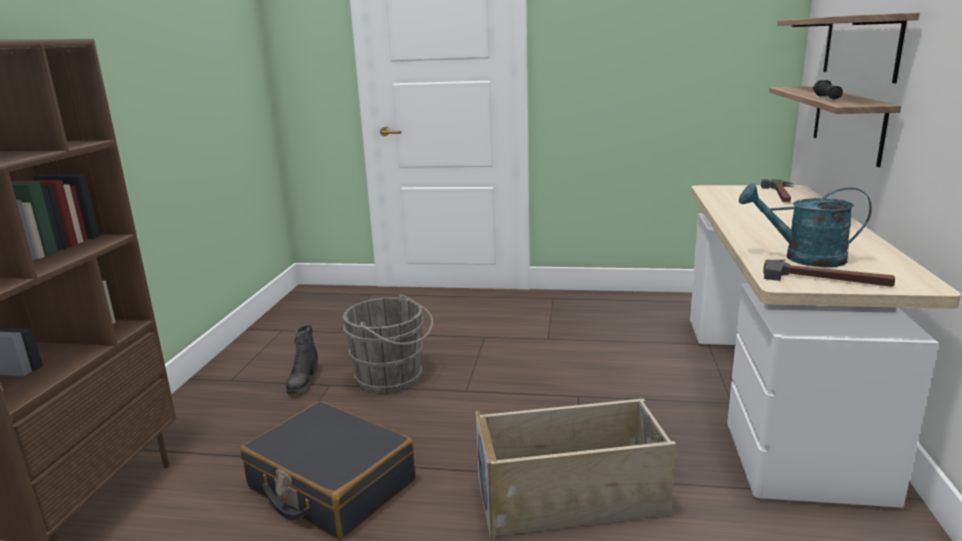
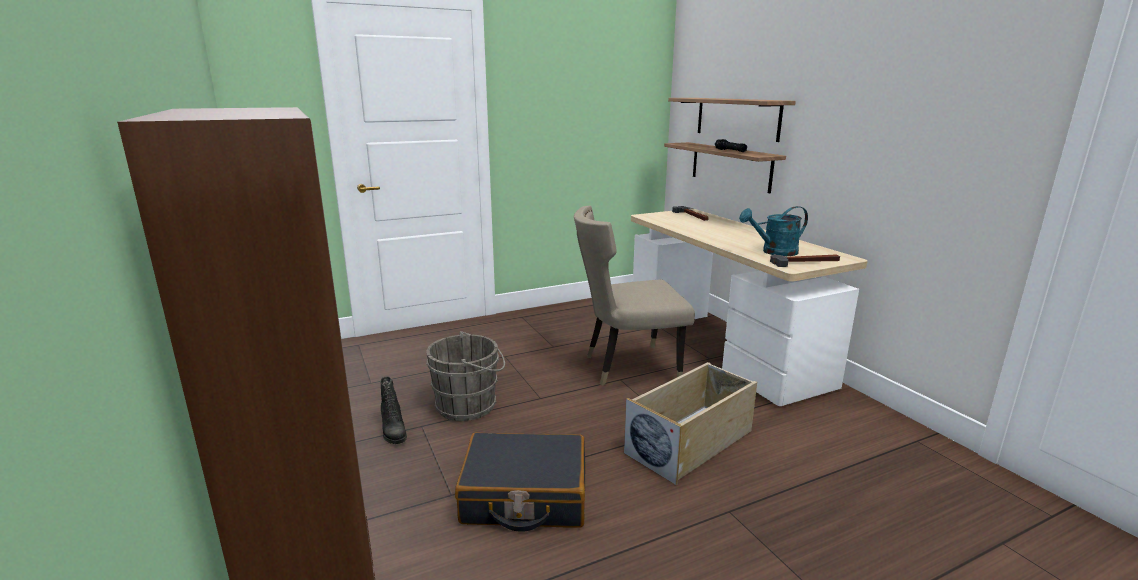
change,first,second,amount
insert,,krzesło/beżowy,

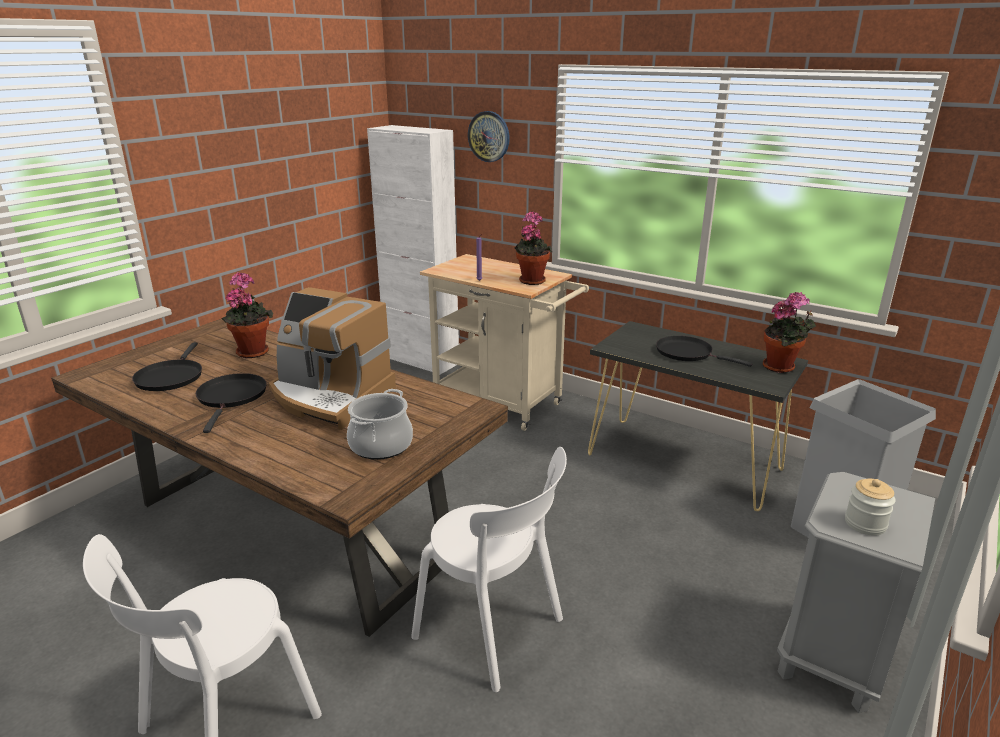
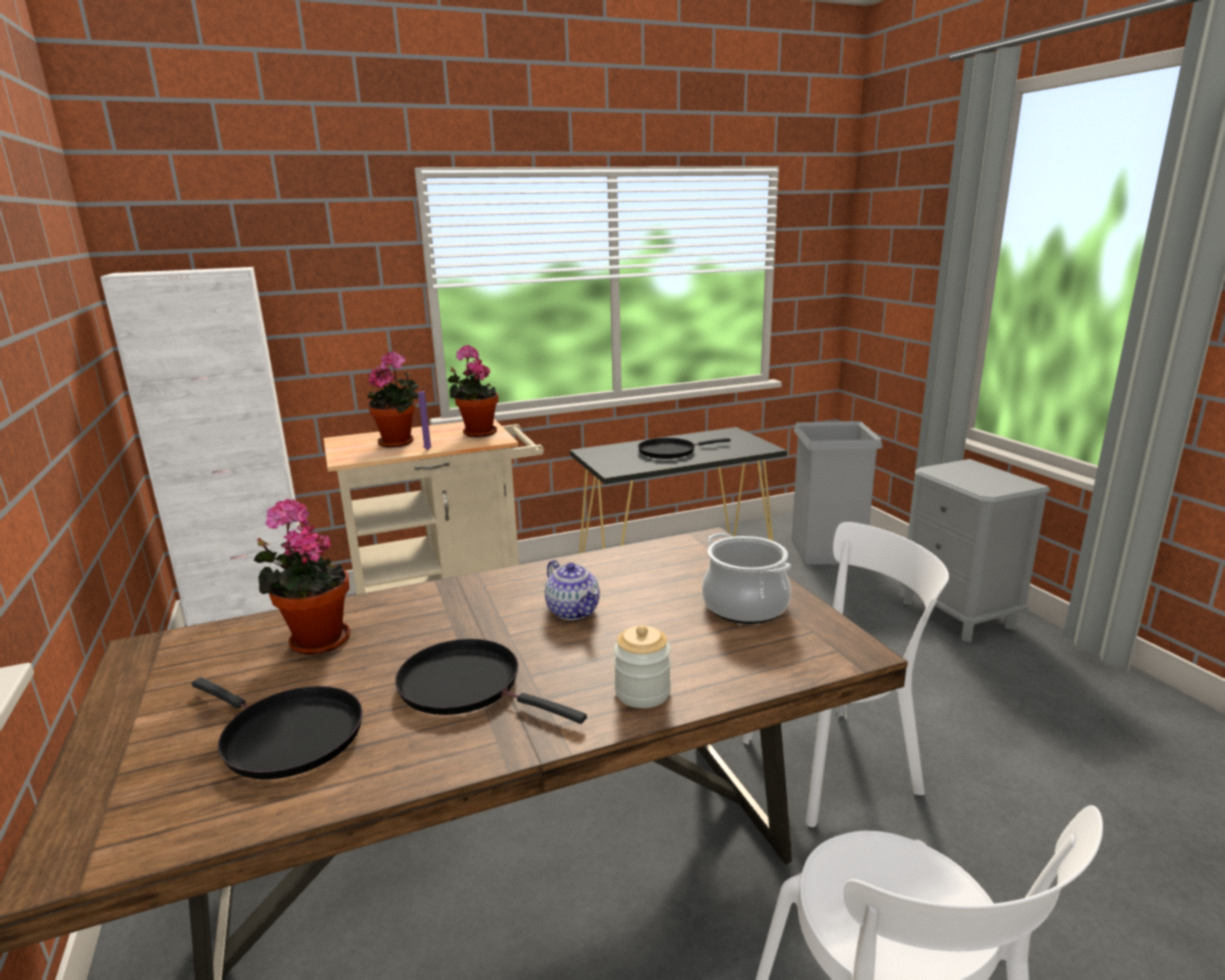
change,first,second,amount
delete,zegar ścienny,,
move,roślina doniczkowa (3rd from left in the first image),roślina doniczkowa (2nd from left),
move,słoik,,
replace,ekspres do kawy,imbryk,

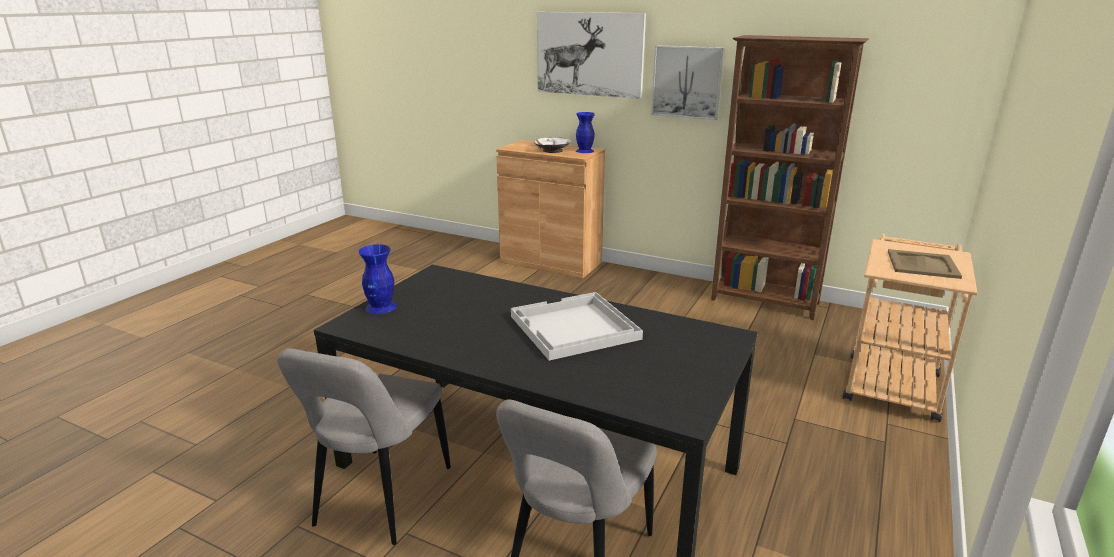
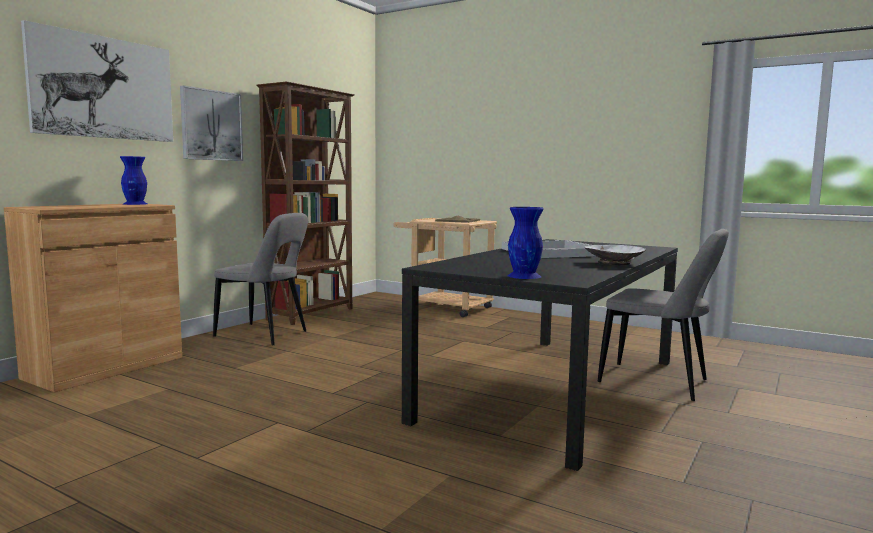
change,first,second,amount
move,krzesło/szary (1st from left),,
move,miska/biały,,

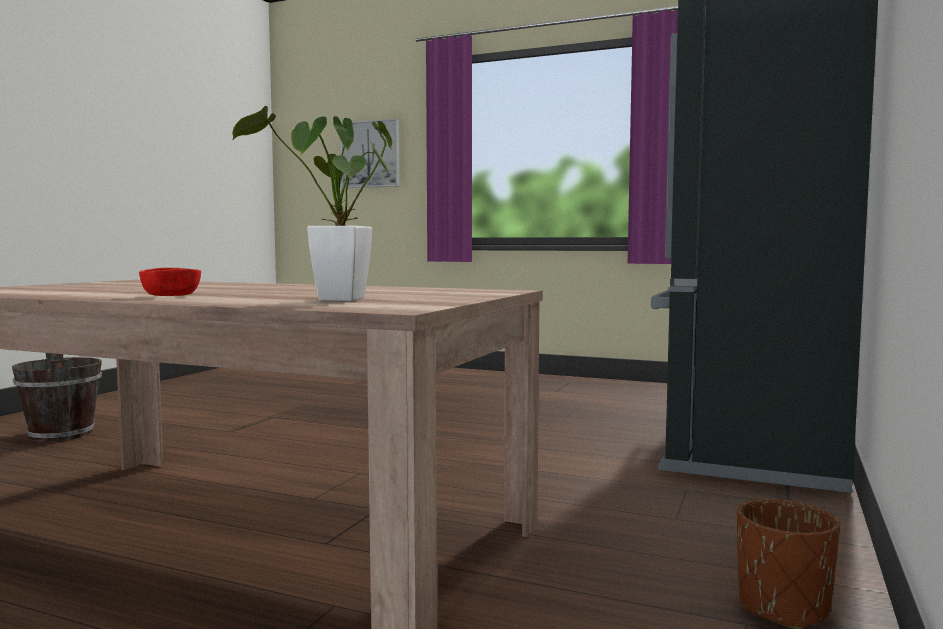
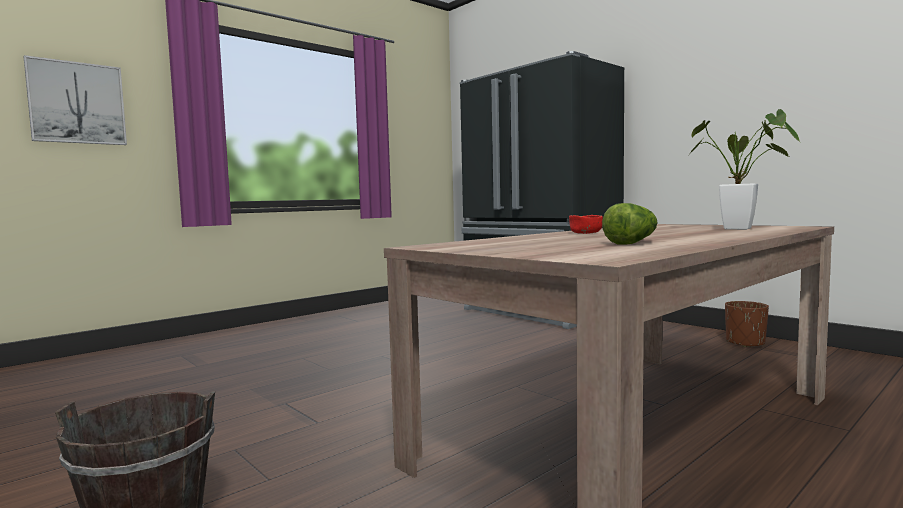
change,first,second,amount
insert,,sałata,
move,miska/czerwony,,

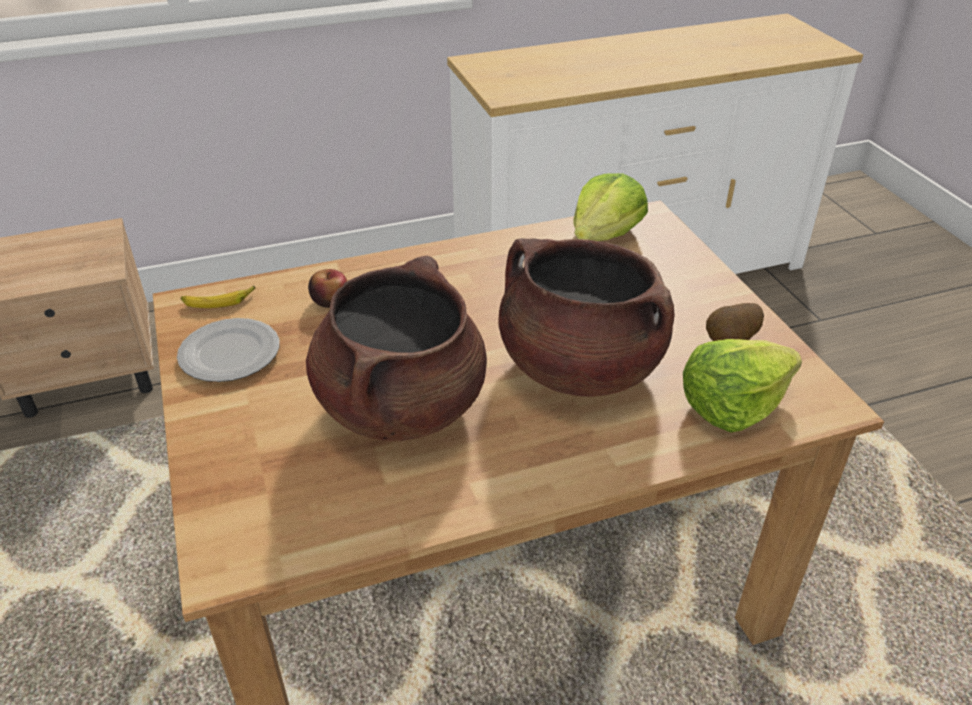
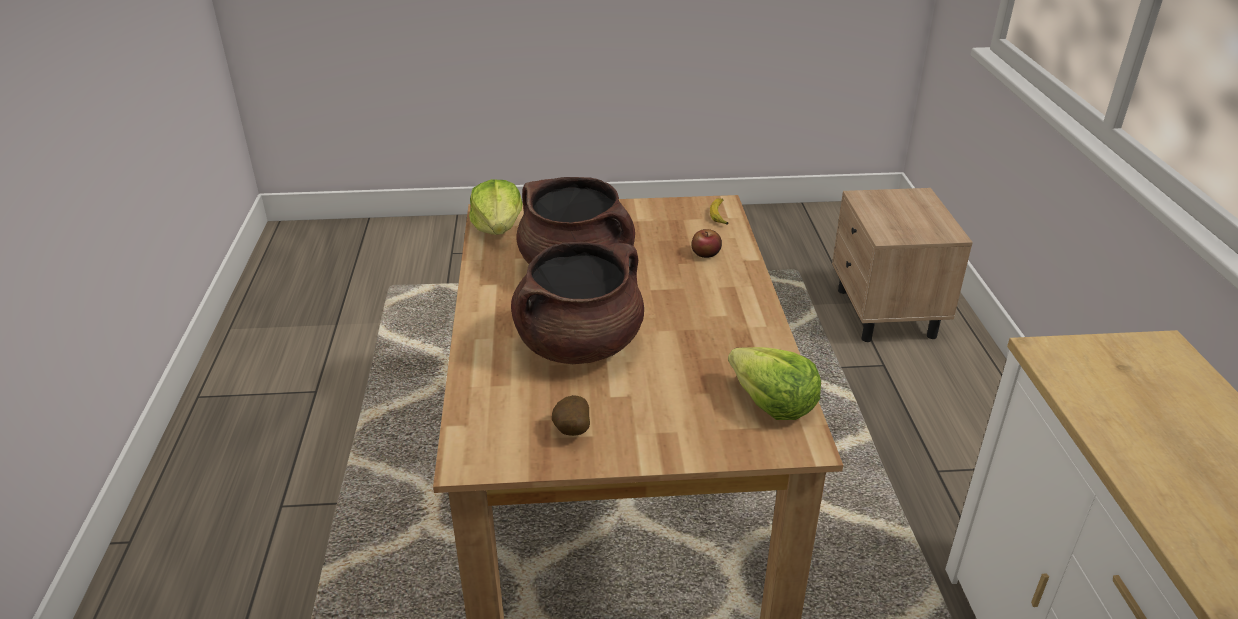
change,first,second,amount
delete,talerz,,
move,sałata (2nd from left in the first image),sałata (1st from left),

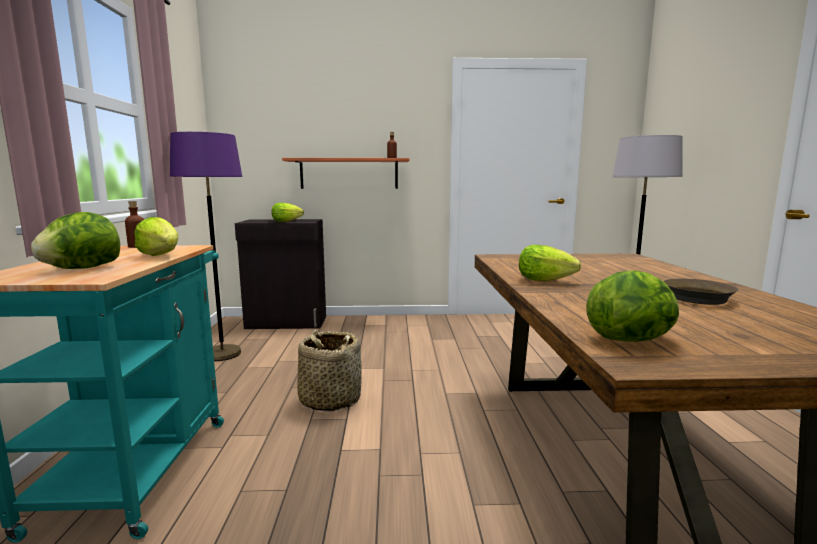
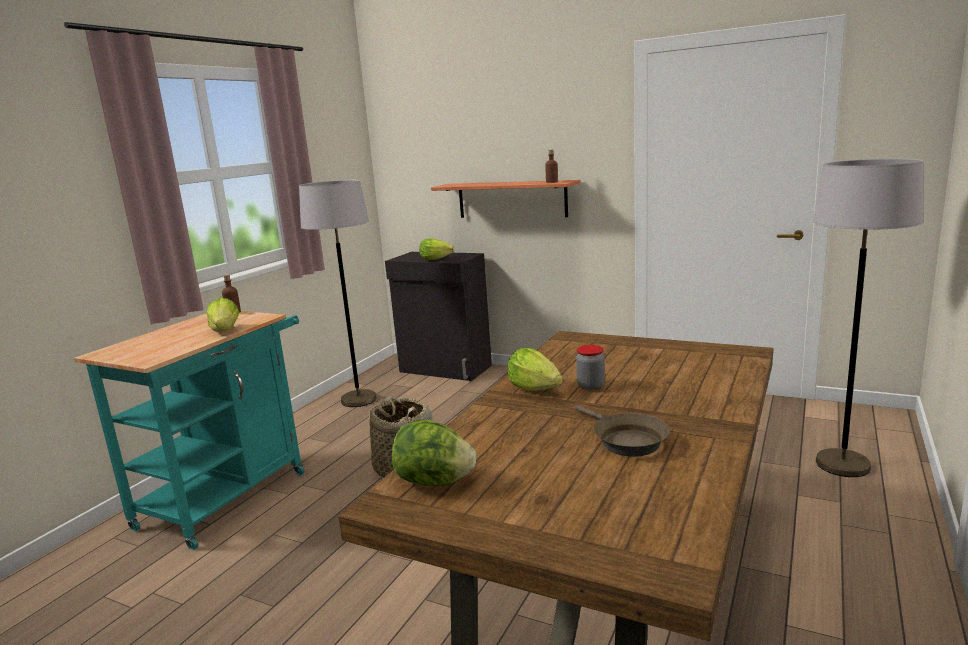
change,first,second,amount
delete,sałata (1st from left),,
insert,,słoik,
recolor,lampa stojąca/fioletowy,lampa stojąca/szary (1st from left),

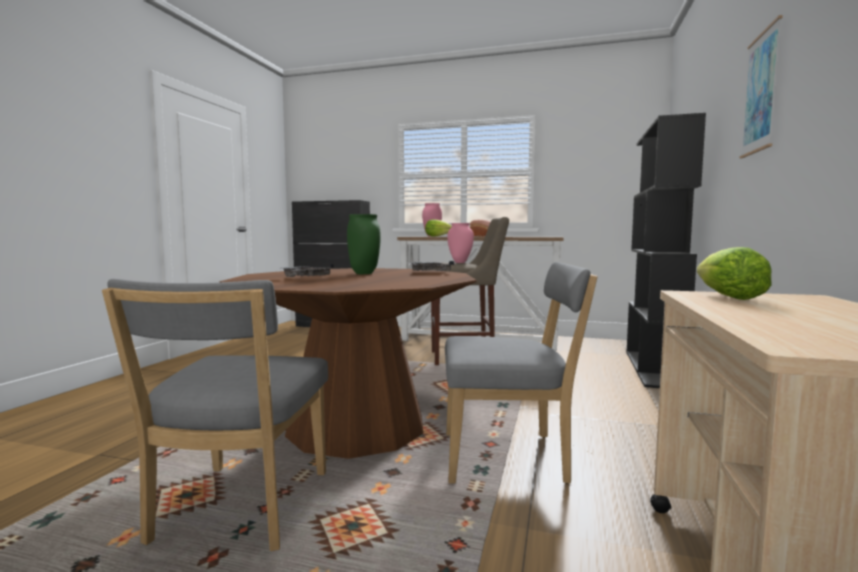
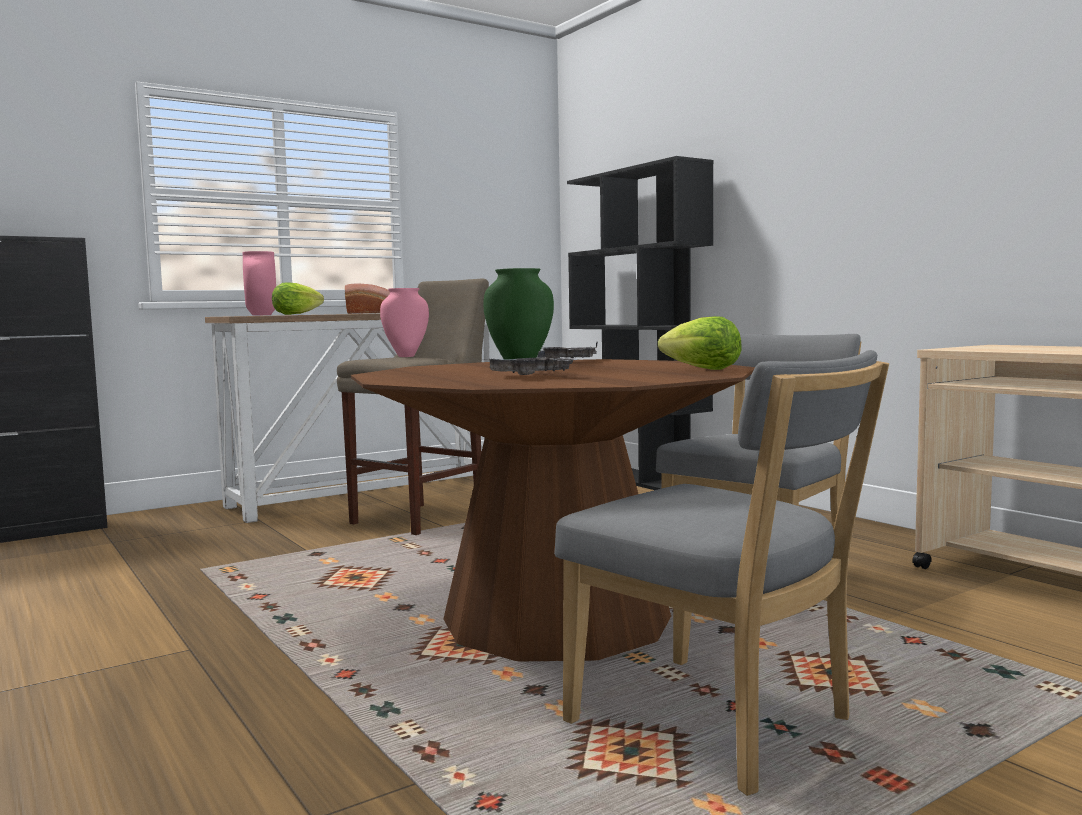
change,first,second,amount
delete,obraz,,
move,sałata (2nd from left),,

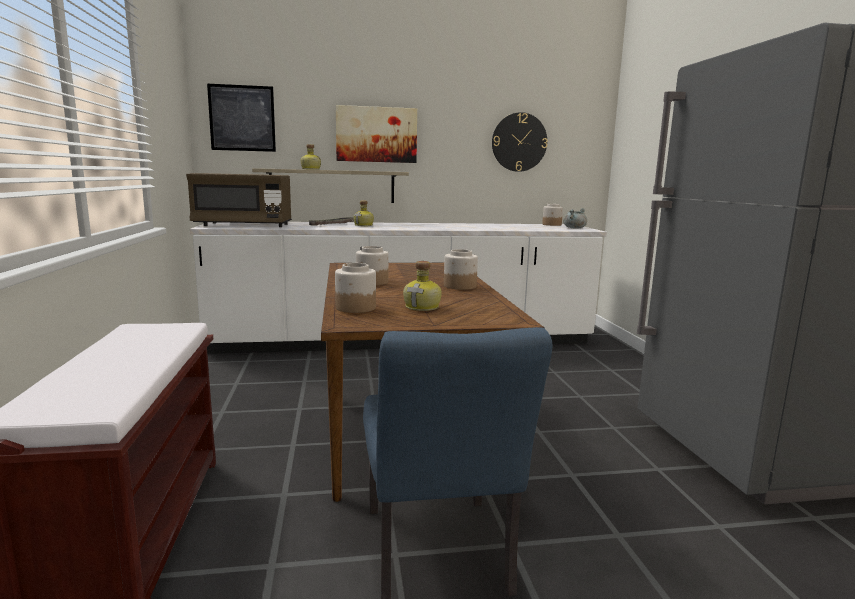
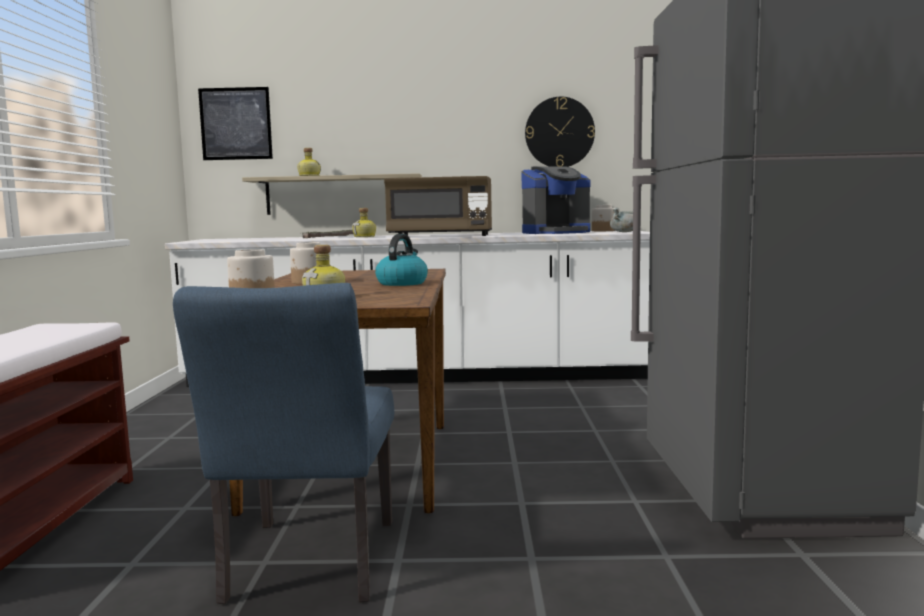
change,first,second,amount
delete,obraz (2nd from left),,
insert,,ekspres do kawy,
move,mikrofalówka/brązowy,,
replace,słoik (3rd from left),czajnik,

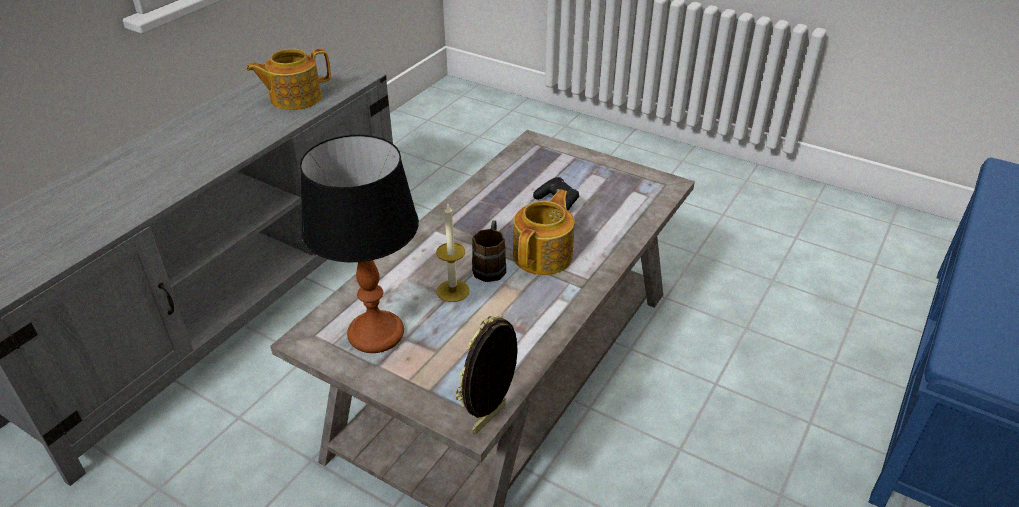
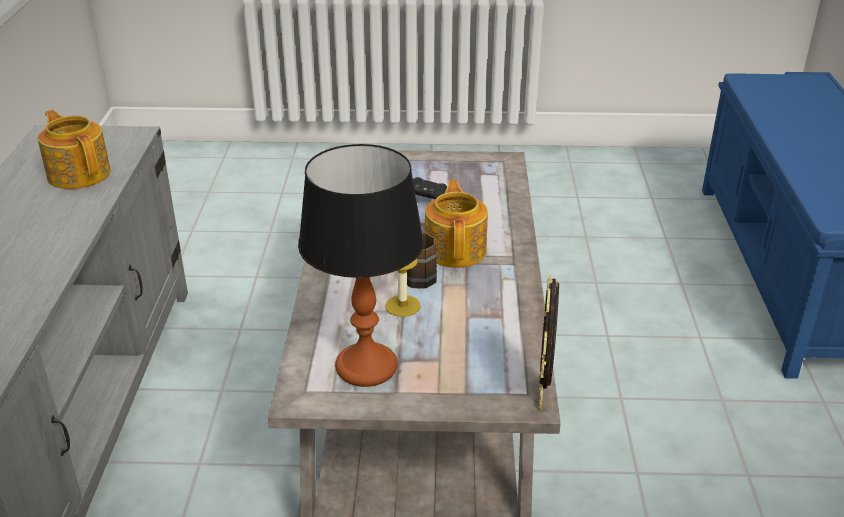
change,first,second,amount
rotate,imbryk (1st from left),,105 degrees clockwise

